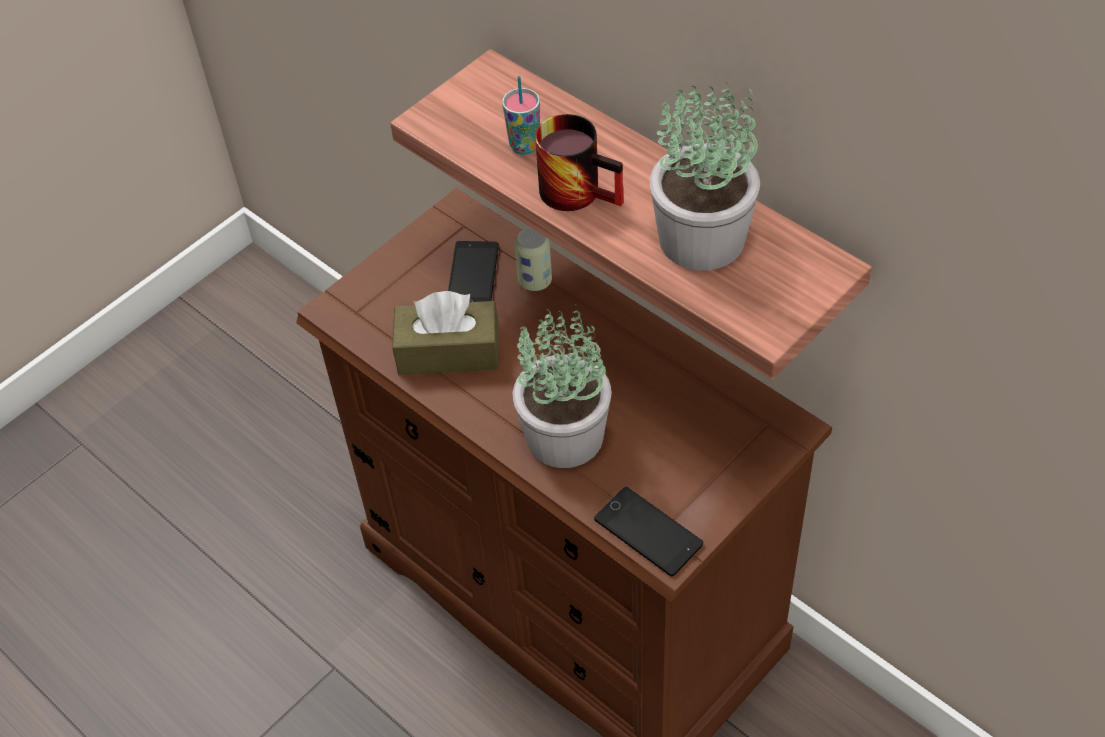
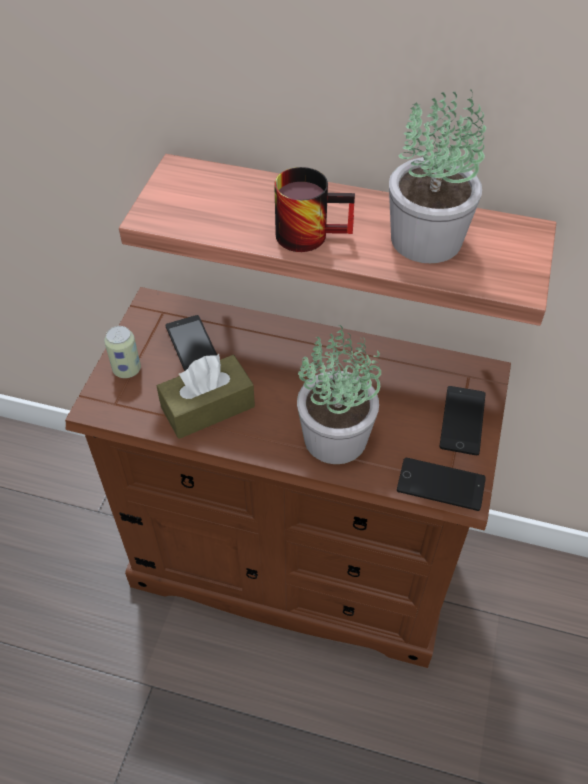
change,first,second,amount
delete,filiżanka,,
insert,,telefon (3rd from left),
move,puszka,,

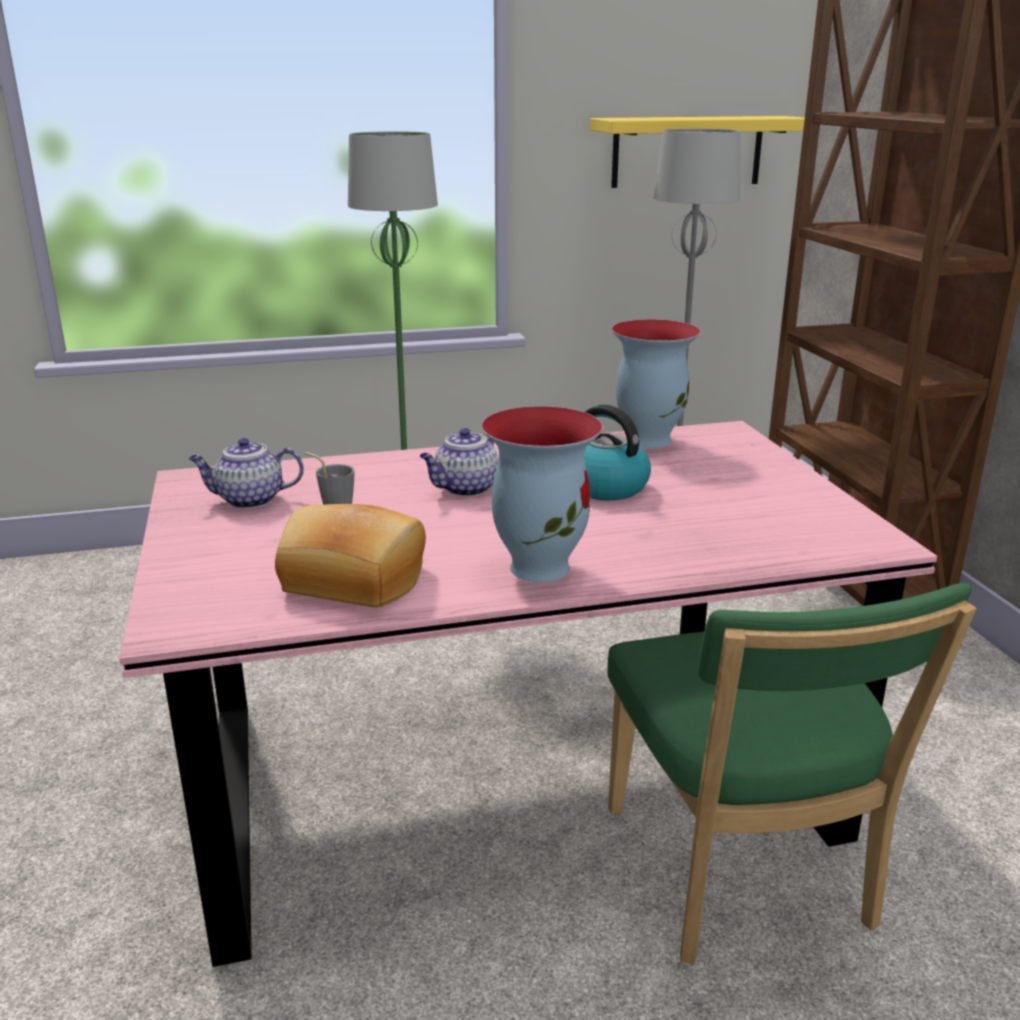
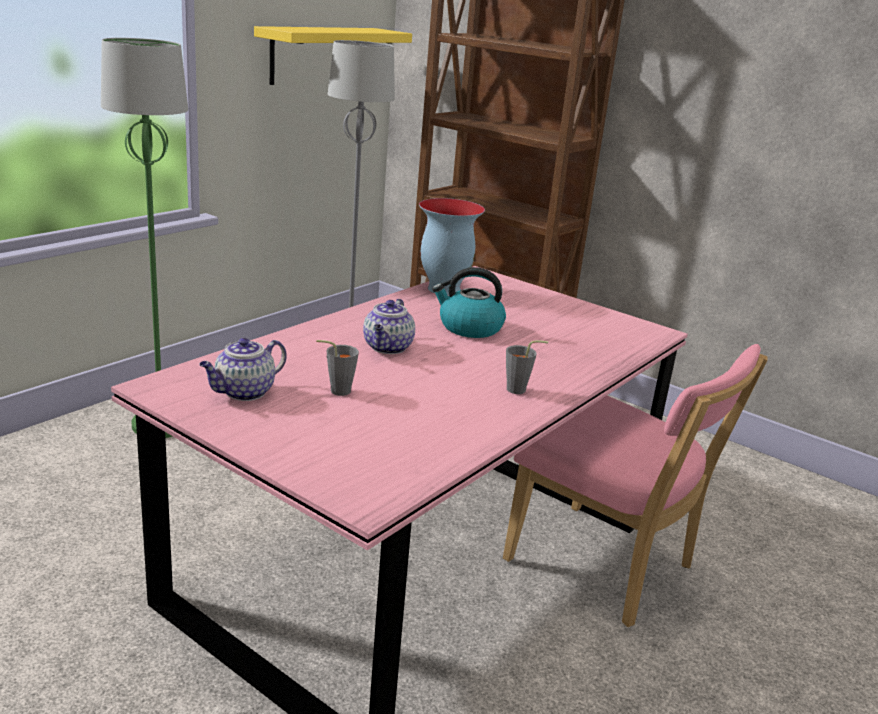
change,first,second,amount
delete,chleb,,
replace,wazon (1st from left),filiżanka/szary (2nd from left),
recolor,krzesło/zielony,krzesło/różowy,

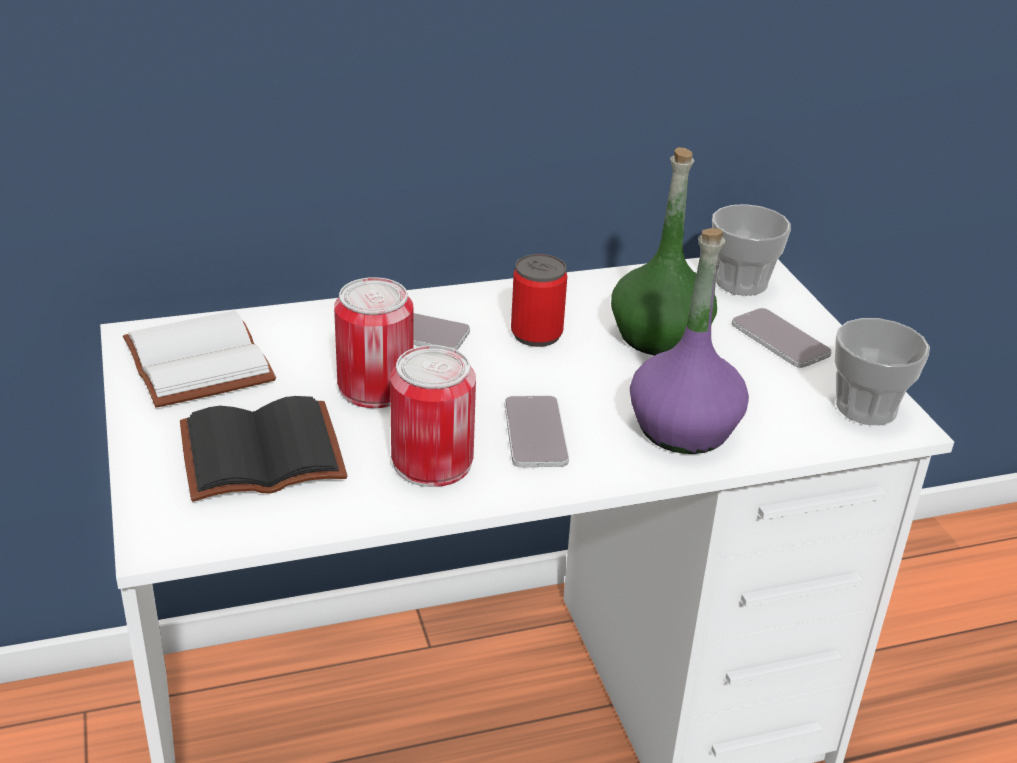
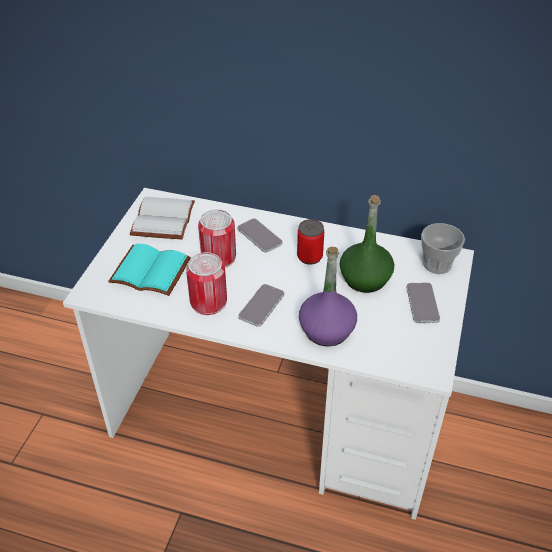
change,first,second,amount
delete,filiżanka (2nd from left),,
recolor,książka/czarny,książka/turkusowy,

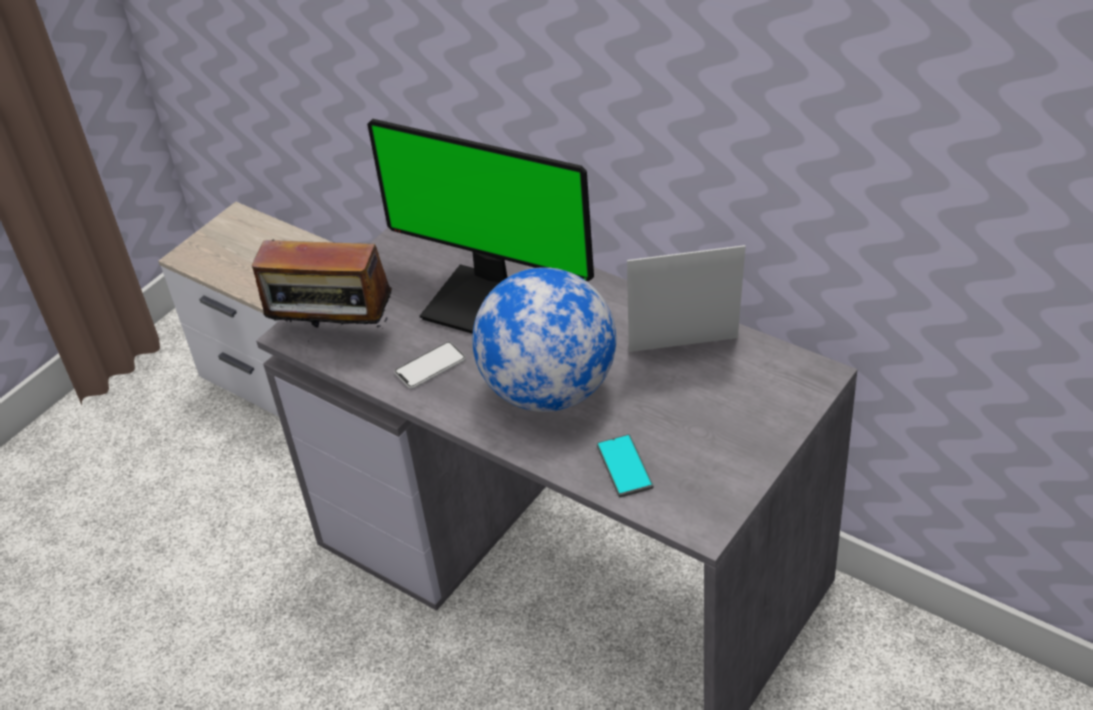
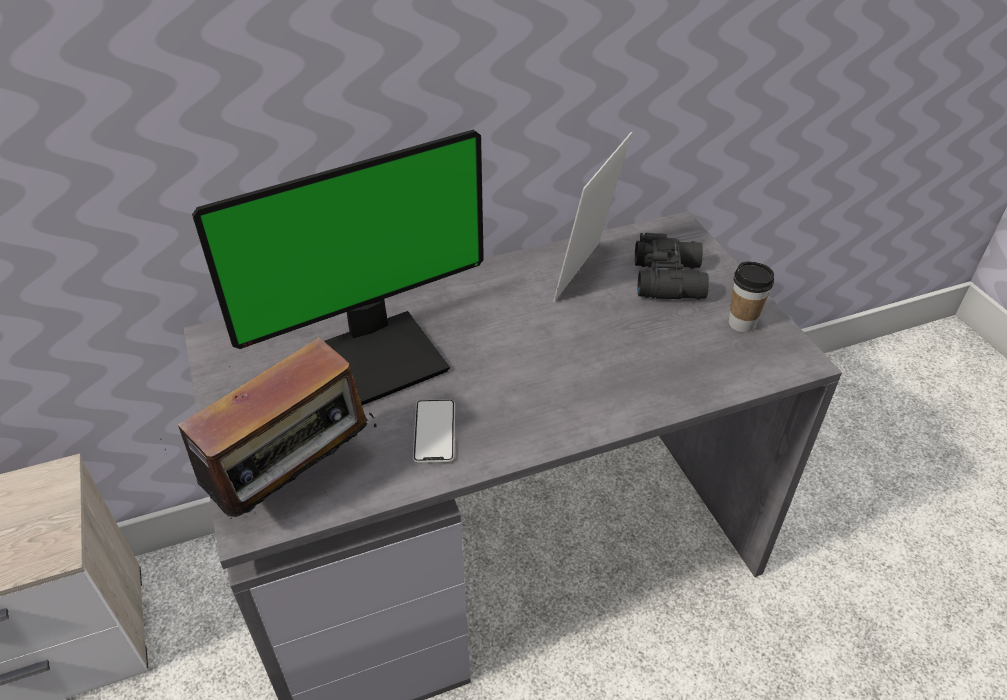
change,first,second,amount
delete,globus,,
delete,telefon (2nd from left),,
insert,,lornetka/czarny,
insert,,filiżanka,

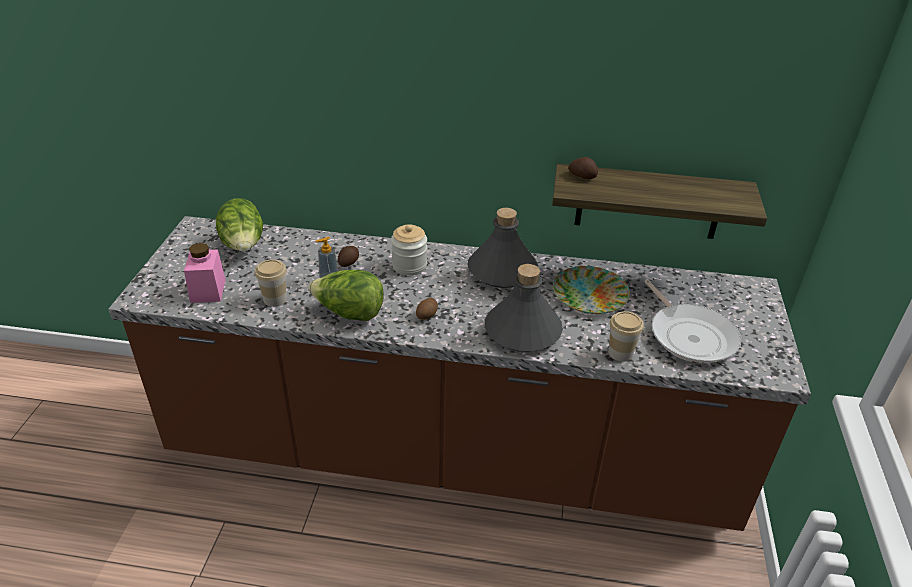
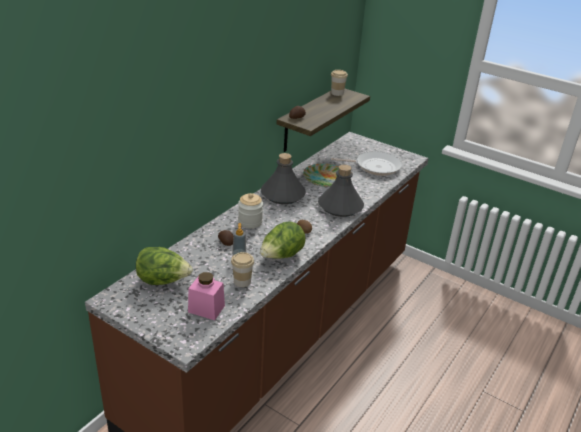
change,first,second,amount
move,filiżanka (2nd from left),,

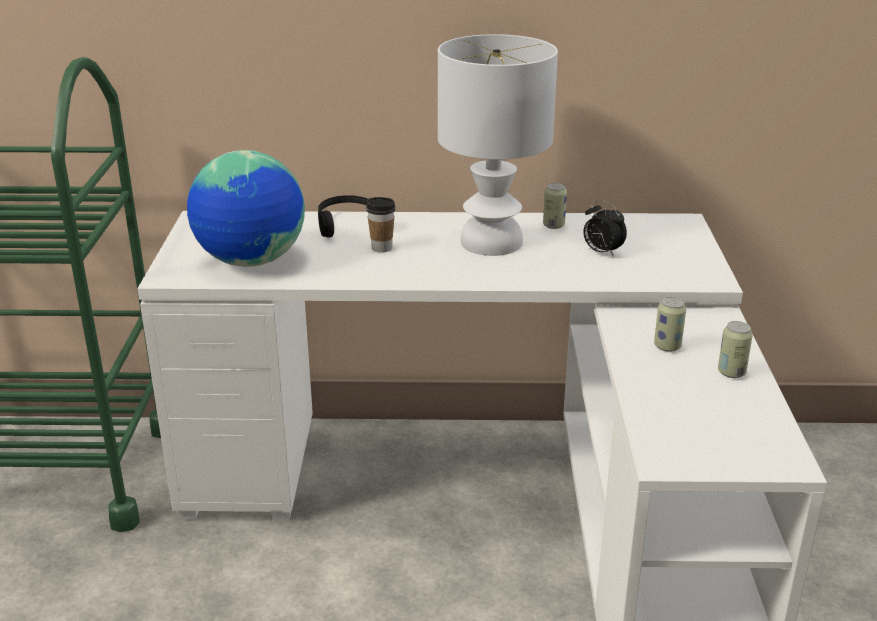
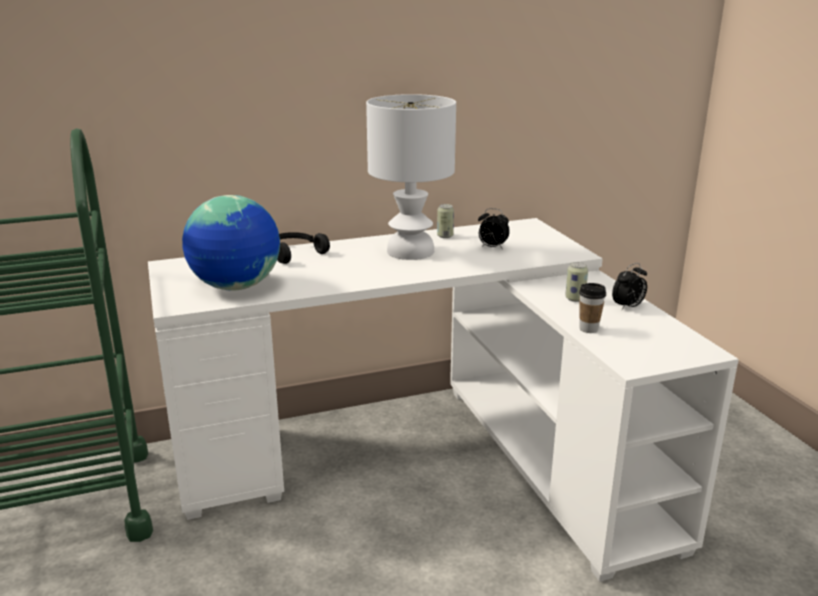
change,first,second,amount
move,filiżanka,,
replace,puszka (3rd from left),budzik (2nd from left),

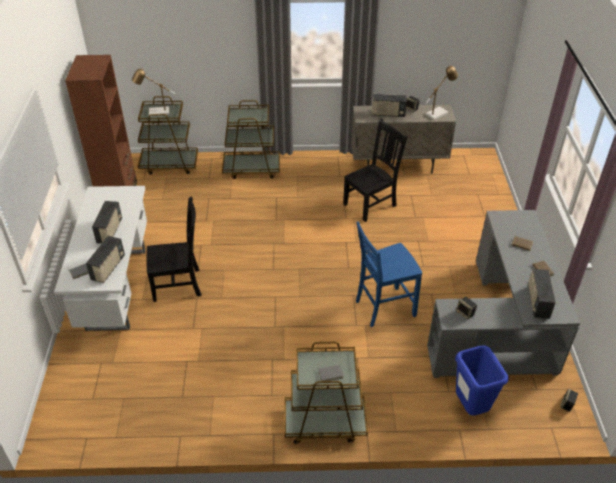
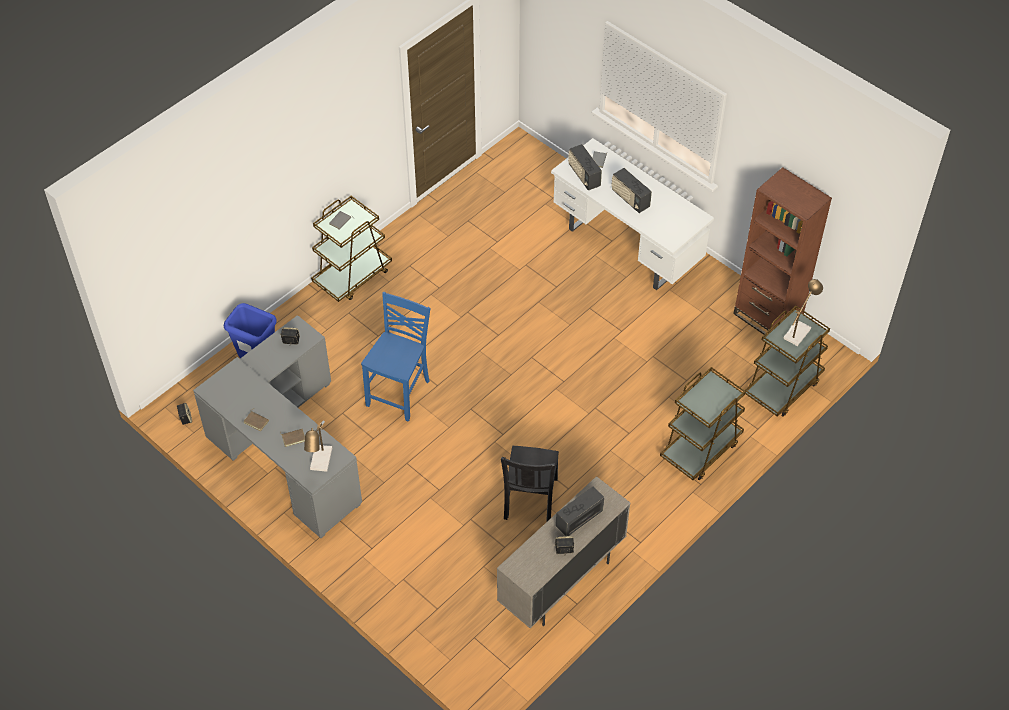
change,first,second,amount
delete,krzesło/czarny (1st from left),,
delete,radio (4th from left),,
move,lampa stołowa (2nd from left in the first image),lampa stołowa (1st from left),

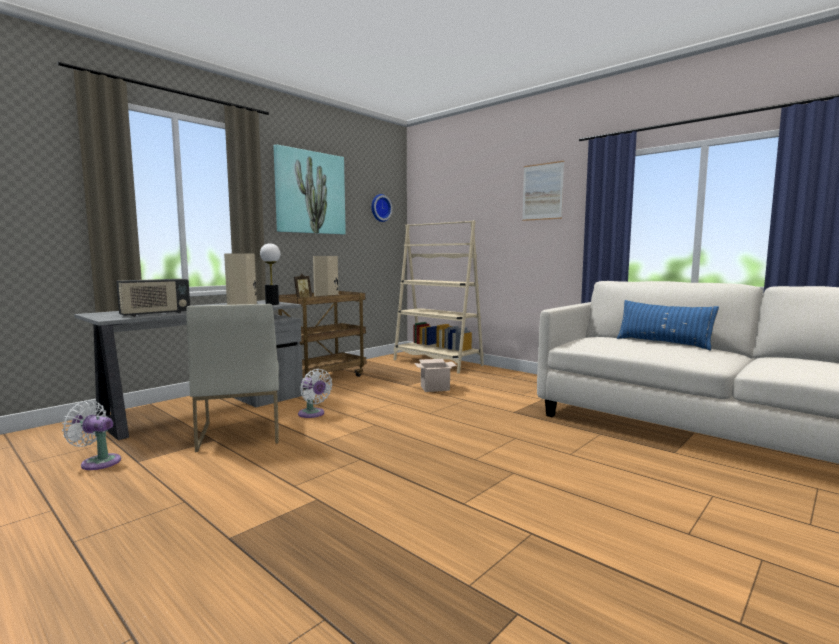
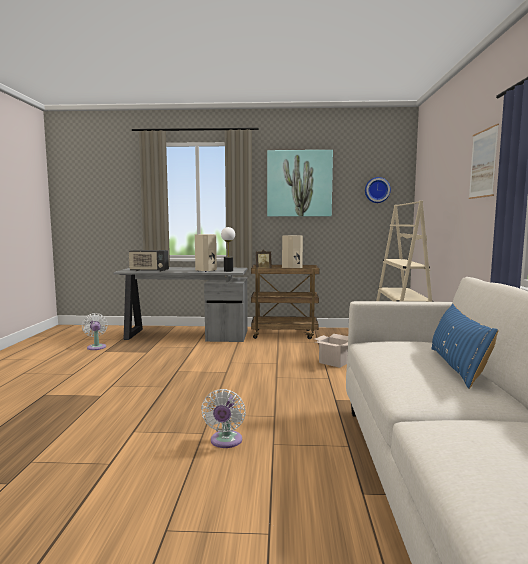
change,first,second,amount
delete,krzesło/biały,,
move,wentylator/biały (2nd from left),,

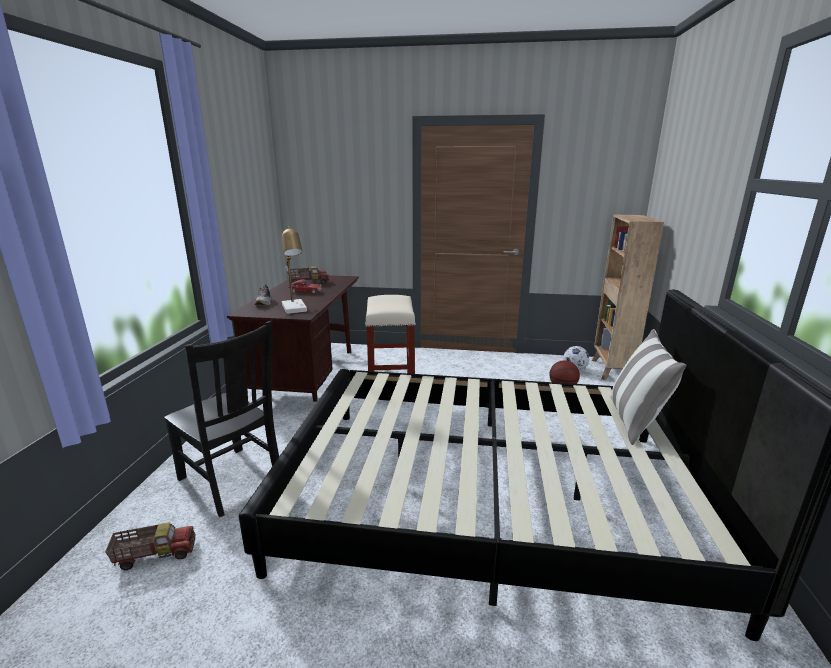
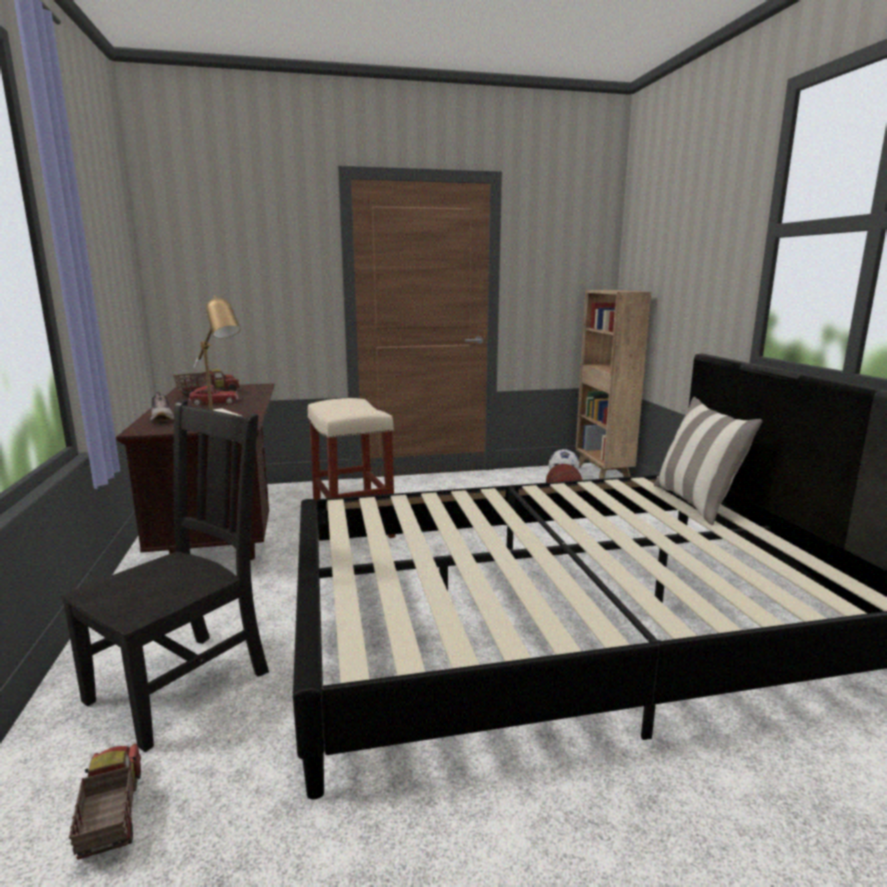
change,first,second,amount
rotate,ciężarówka zabawkowa (1st from left),,75 degrees counterclockwise
rotate,krzesło/czarny,,75 degrees counterclockwise

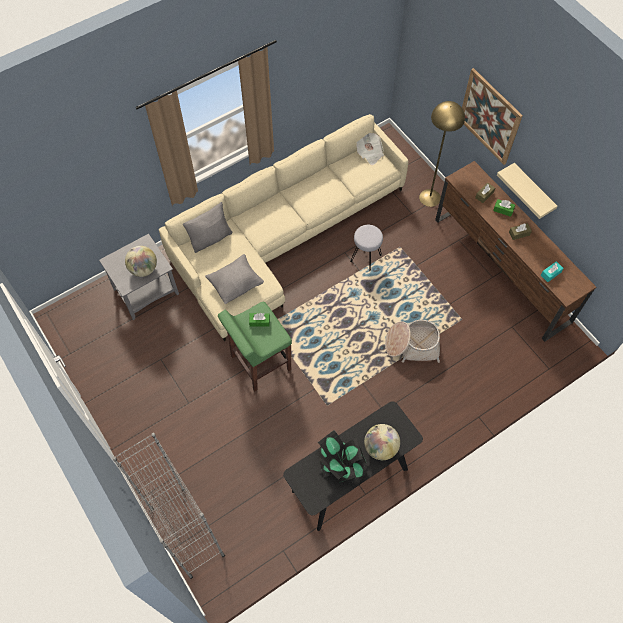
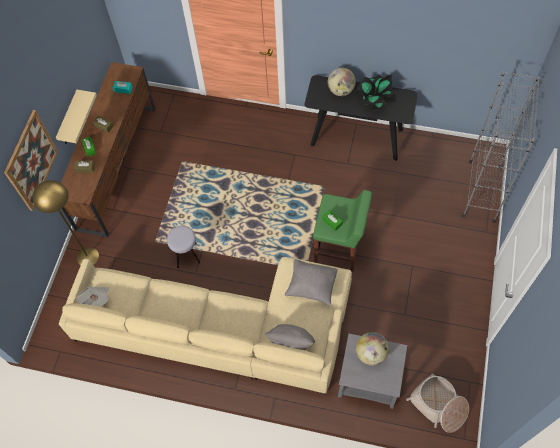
change,first,second,amount
move,koszyk,,

